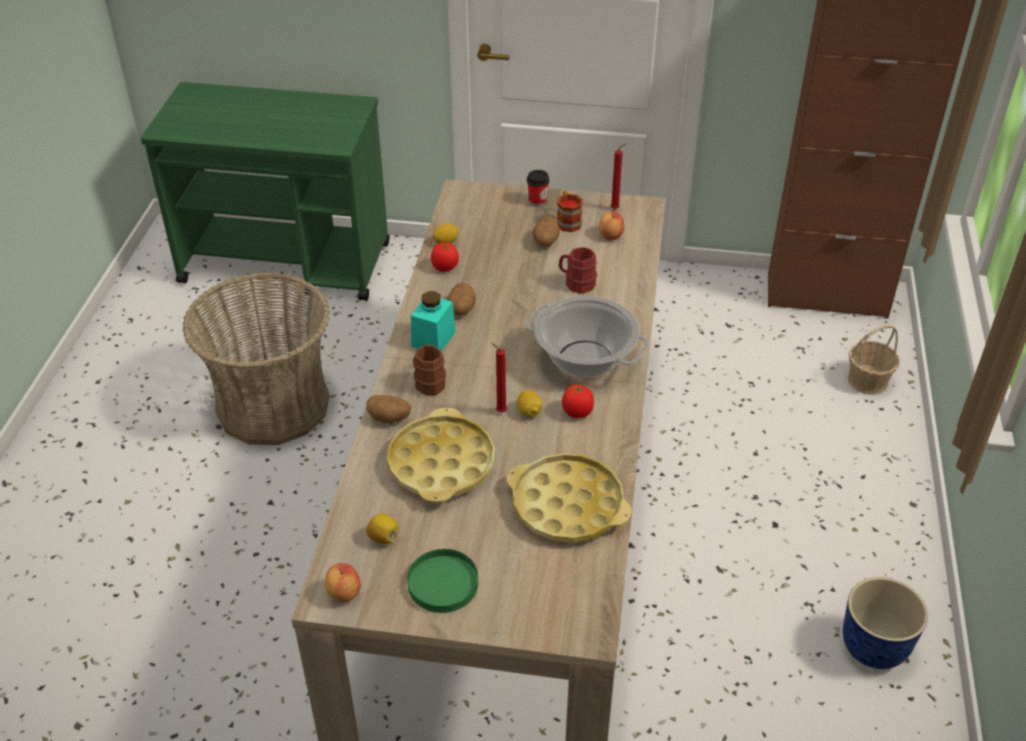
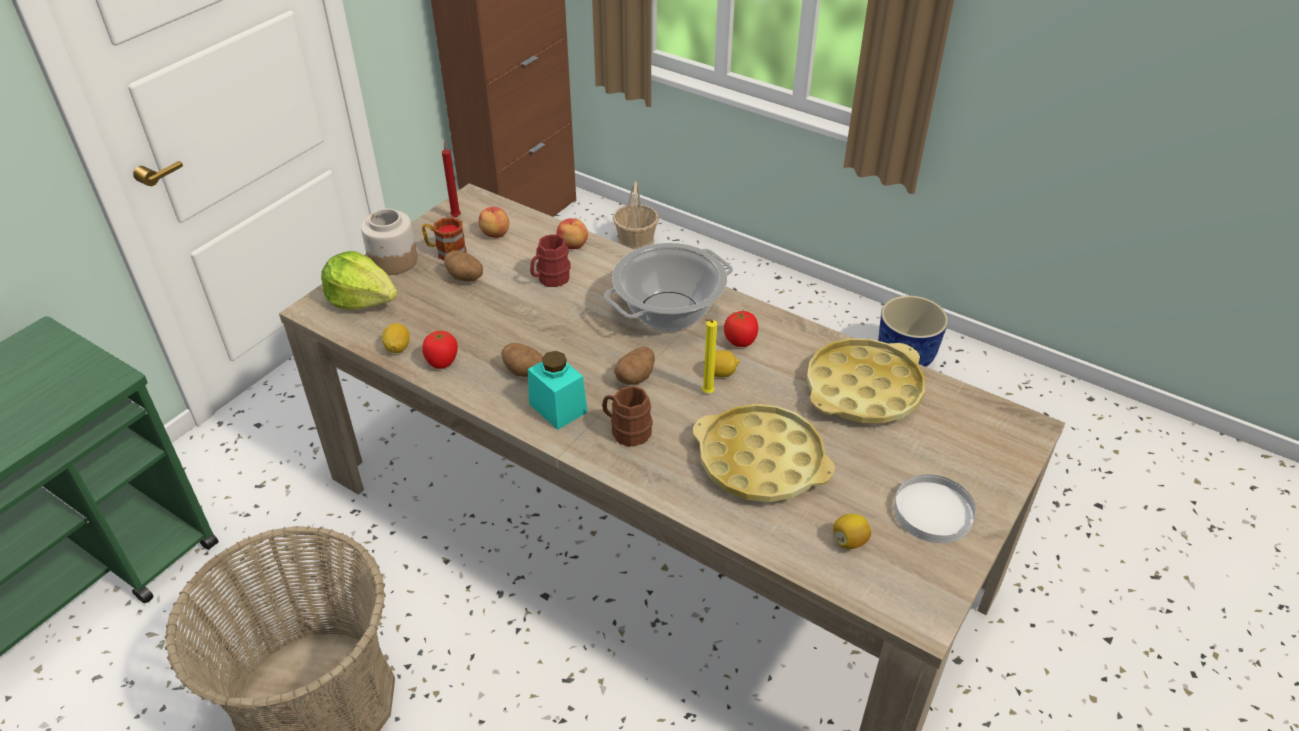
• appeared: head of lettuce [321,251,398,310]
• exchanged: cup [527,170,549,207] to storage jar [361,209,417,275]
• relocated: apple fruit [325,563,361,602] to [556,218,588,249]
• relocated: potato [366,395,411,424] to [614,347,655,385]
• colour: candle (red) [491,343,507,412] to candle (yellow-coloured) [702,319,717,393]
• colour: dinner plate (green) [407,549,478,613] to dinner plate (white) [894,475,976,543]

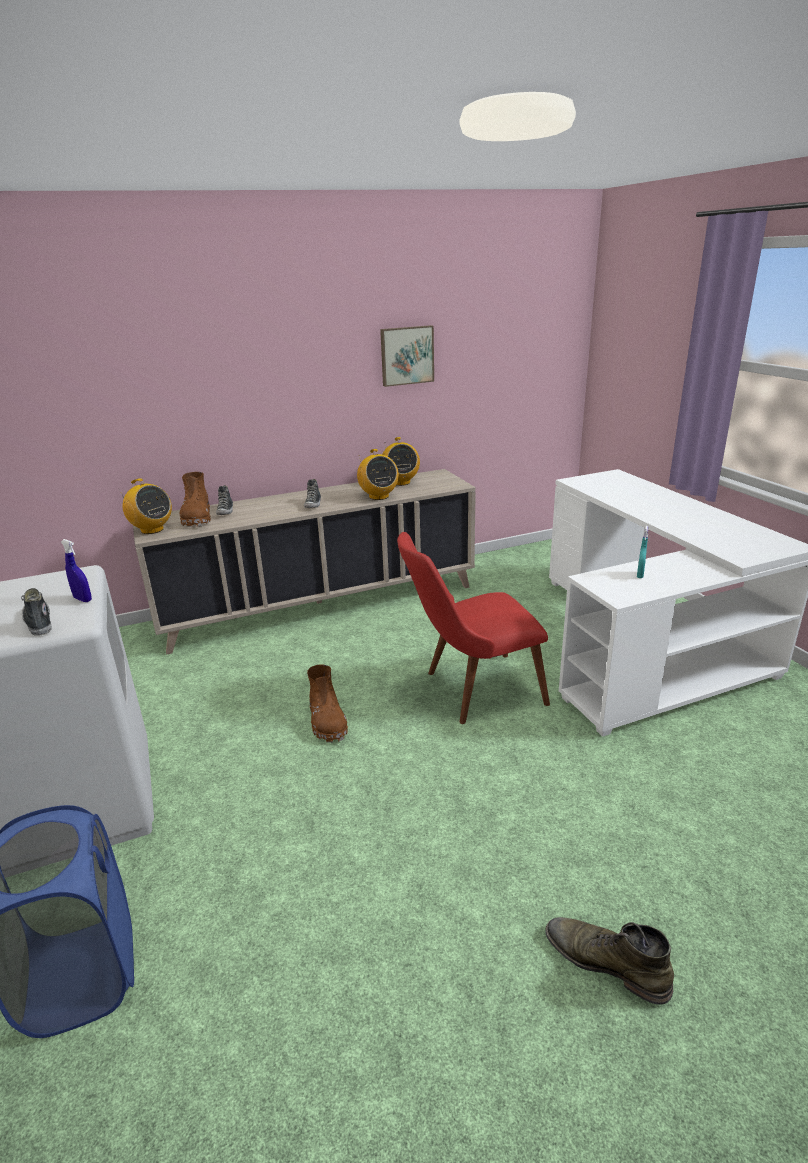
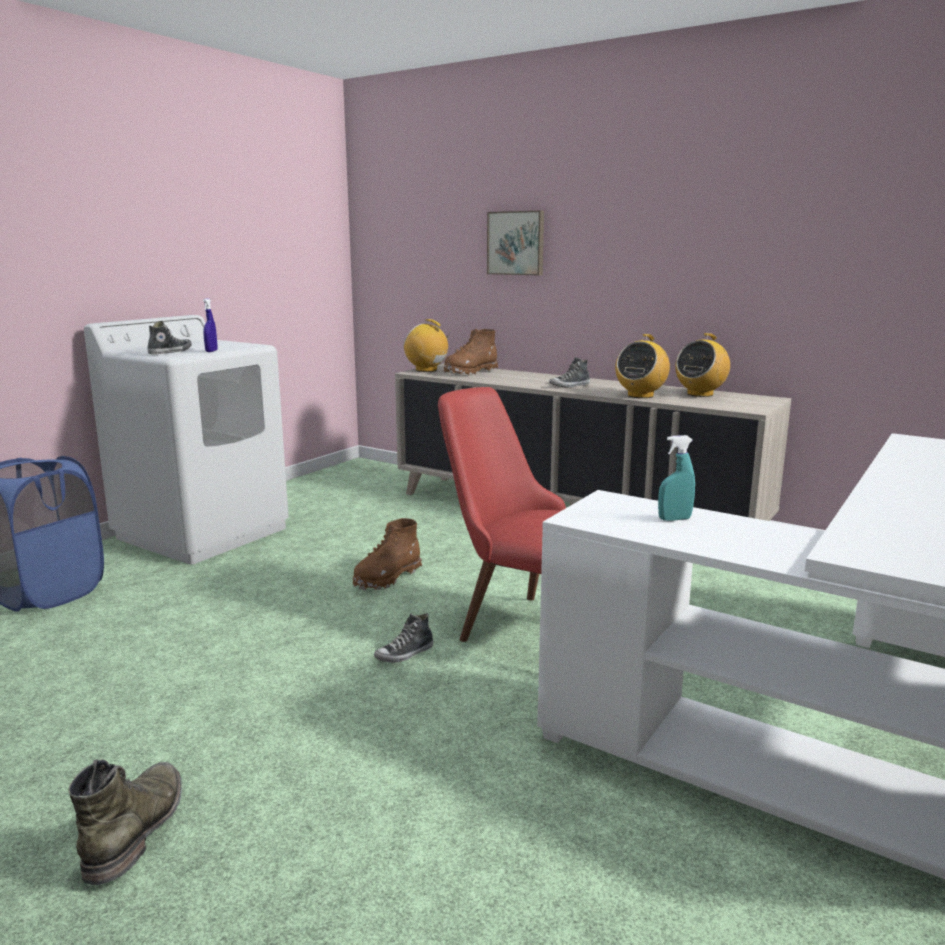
• relocated: item of footwear [216,485,233,515] to [374,613,433,662]
• spun: radio [118,478,172,534] = [404,319,452,372] 120 degrees clockwise
• relocated: wall picture [380,325,434,387] to [487,211,544,275]

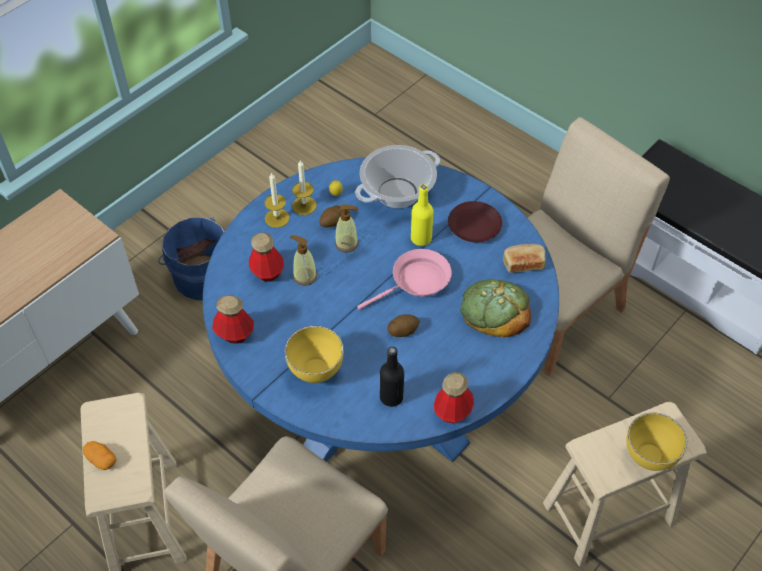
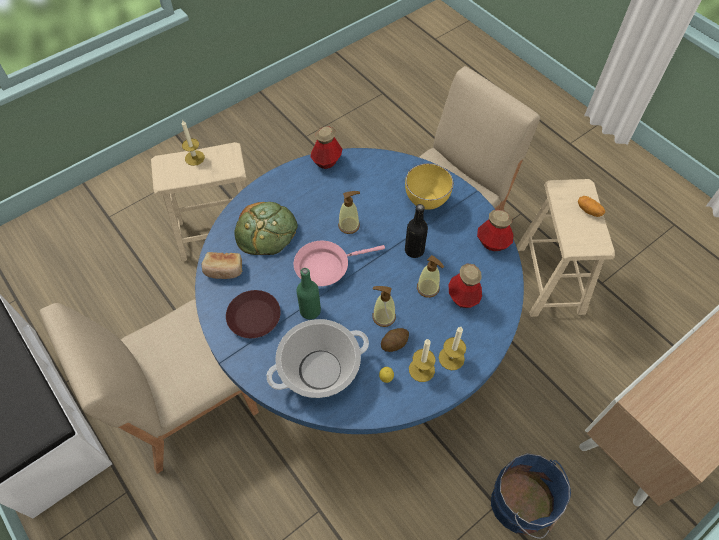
• exchanged: deep dish (yellow-coloured) [626,413,687,471] to candle [182,119,205,166]
• colour: beverage bottle (yellow-coloured) [411,184,433,246] to beverage bottle (green) [297,268,321,320]
• exchanged: potato [388,314,420,337] to soap dispenser [338,191,360,234]
• relocated: beverage bottle (black-coloured) [380,347,404,407] to [405,204,428,258]

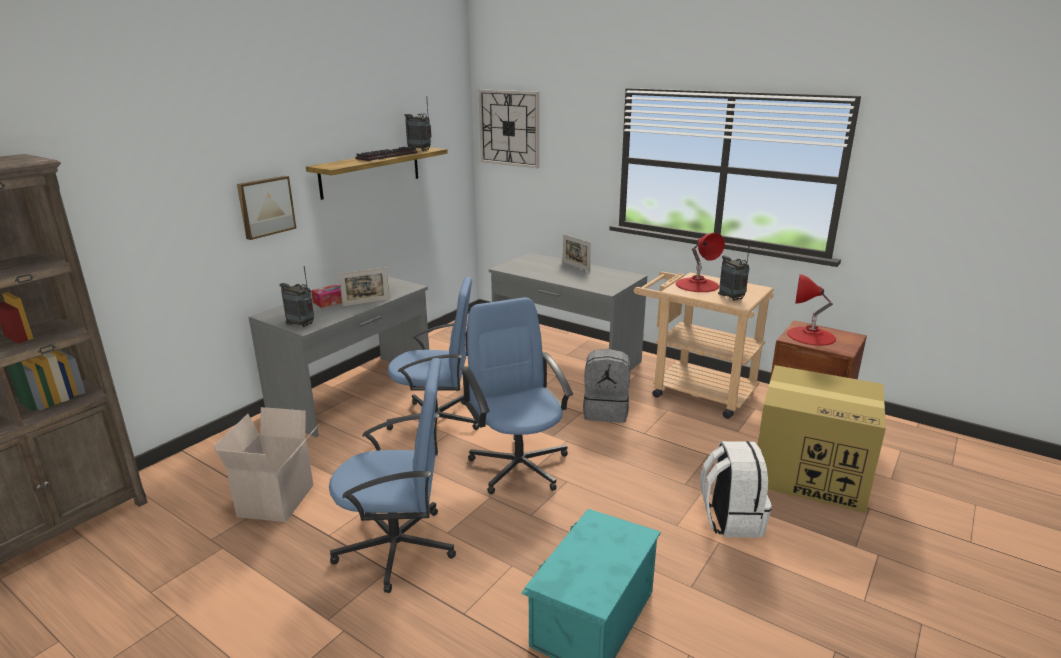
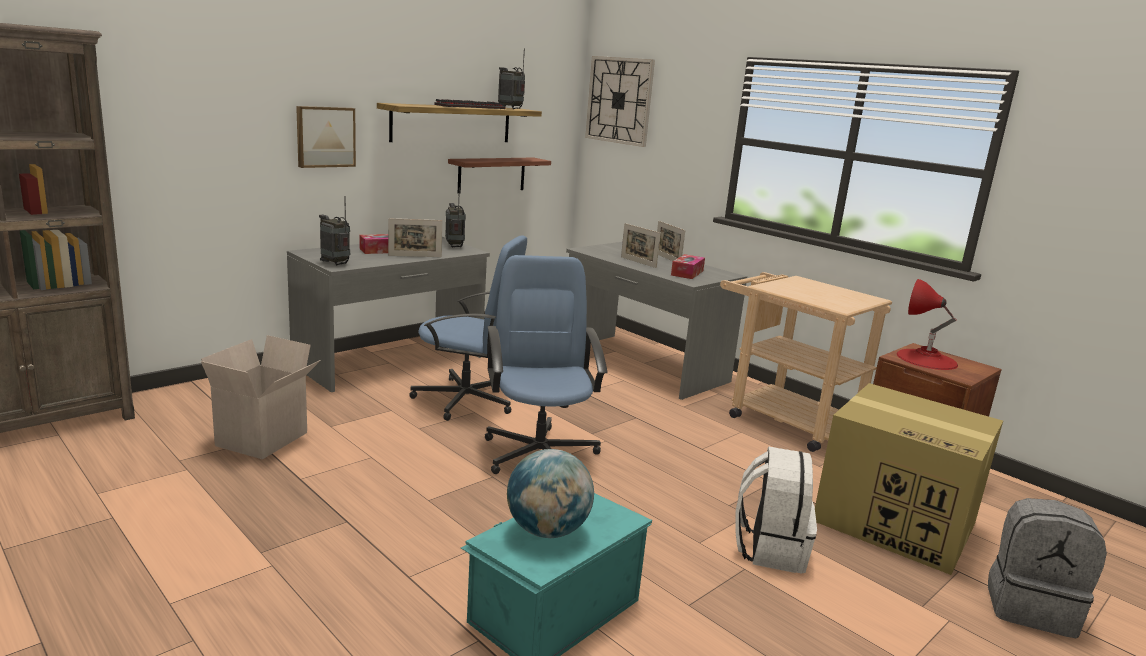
• relocated: radio [718,242,750,301] to [445,187,466,247]
• appeared: bracket shelf [448,158,551,194]
• appeared: world globe [507,449,594,538]
• appeared: standing frame [621,223,661,268]
• appeared: tissue holder [671,254,705,279]
• relocated: rucksack (greyish) [583,349,630,422] to [988,498,1107,639]
• missing: computer chair (bluish) [329,358,456,593]
• missing: tabletop lamp (red) [676,233,725,292]

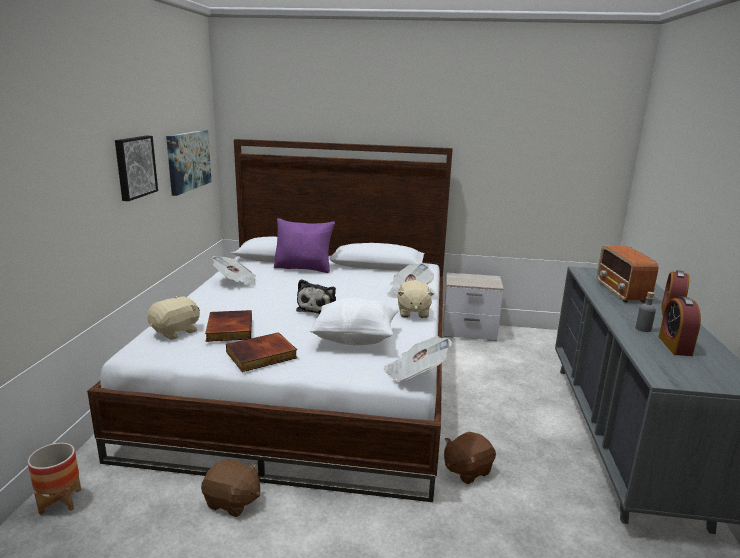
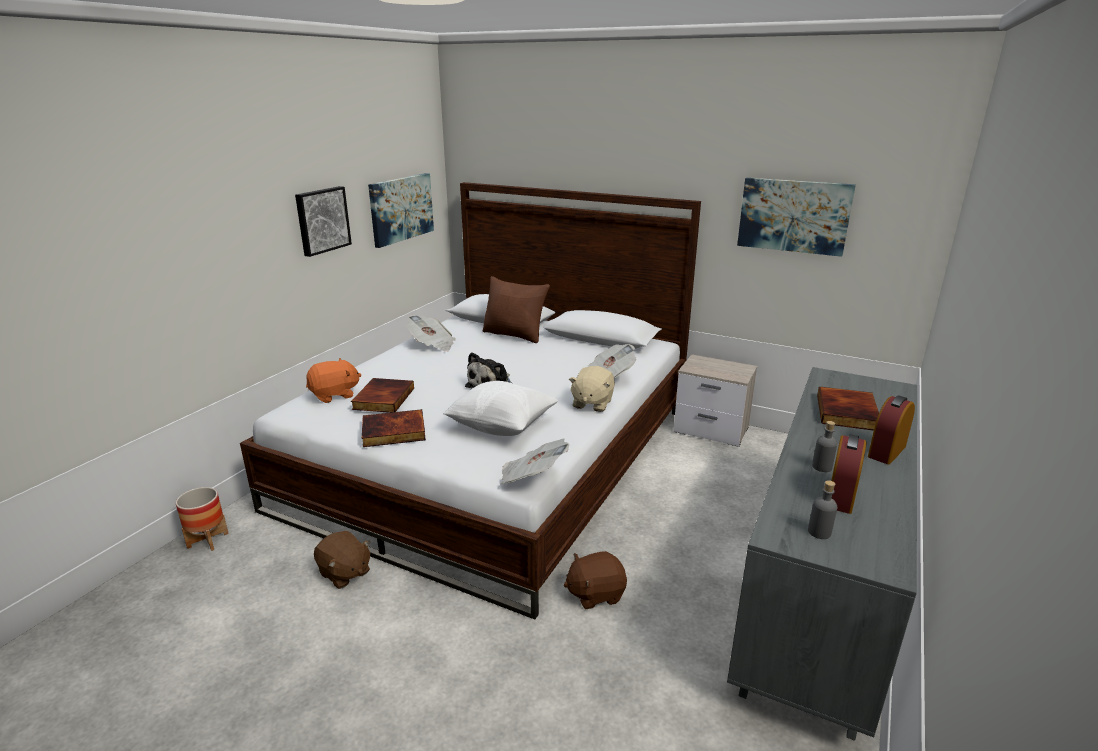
• colour: soft toy (beige-coloured) [148,296,200,340] to soft toy (orange-coloured) [306,358,361,403]
• colour: throw pillow (purple) [274,218,335,273] to throw pillow (brown-coloured) [483,276,550,343]
• appeared: wall picture [737,178,856,257]
• appeared: beverage bottle (greyish) [808,480,837,539]
• exchanged: radio [597,246,659,302] to book [817,386,879,431]

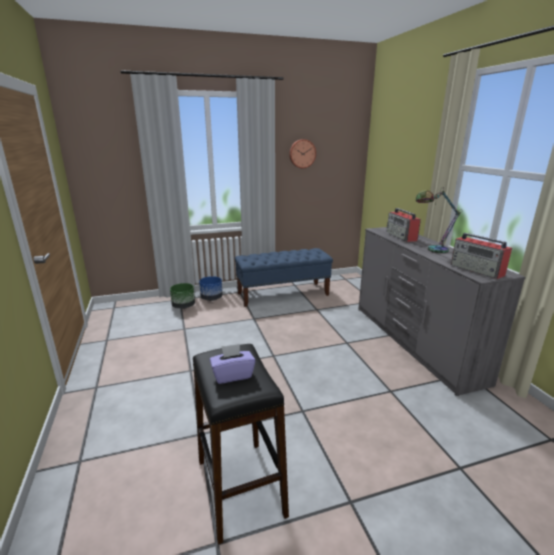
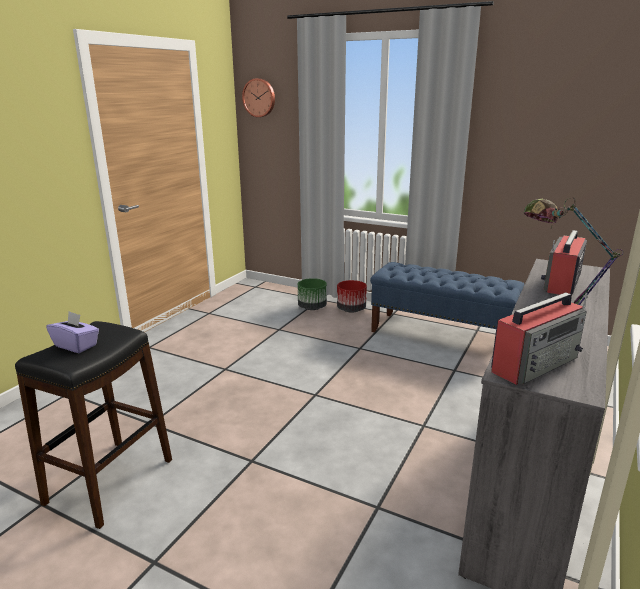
• relocated: wall clock [289,139,316,168] to [242,78,275,117]
• colour: flower pot (bluish) [199,276,223,301] to flower pot (red) [337,280,367,313]
• spun: radio [451,233,512,279] = [491,292,588,385] 135 degrees counterclockwise

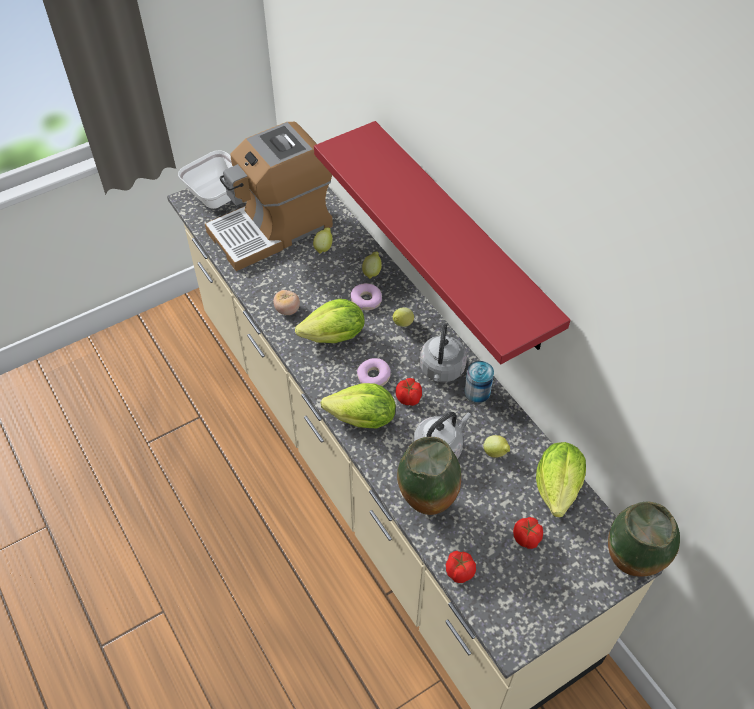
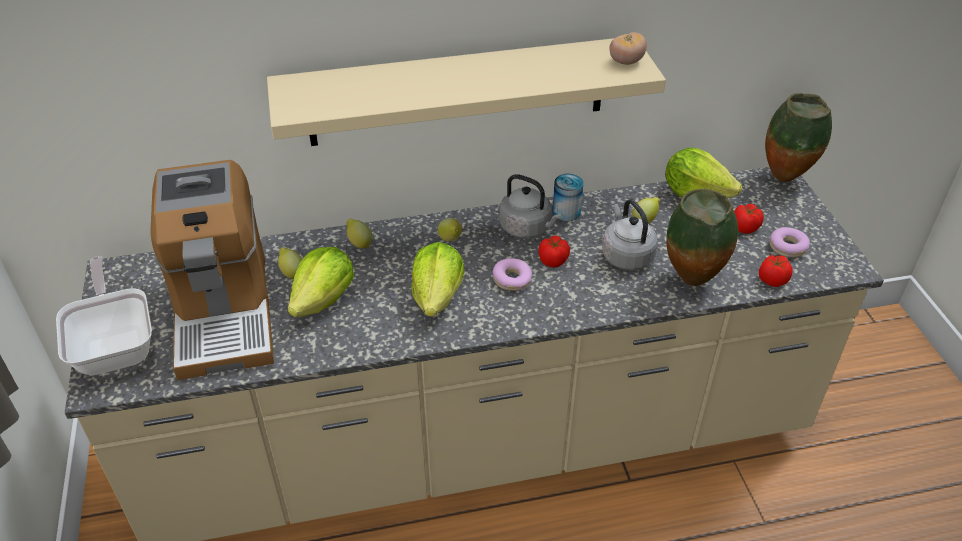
• colour: bracket shelf (red) [314,121,570,364] to bracket shelf (beige-coloured) [267,38,666,146]
• relocated: head of lettuce [321,383,396,428] to [288,247,354,317]
• relocated: tomato [273,290,300,315] to [609,32,647,65]
• relocated: ring doughnut [351,283,382,310] to [769,227,810,258]

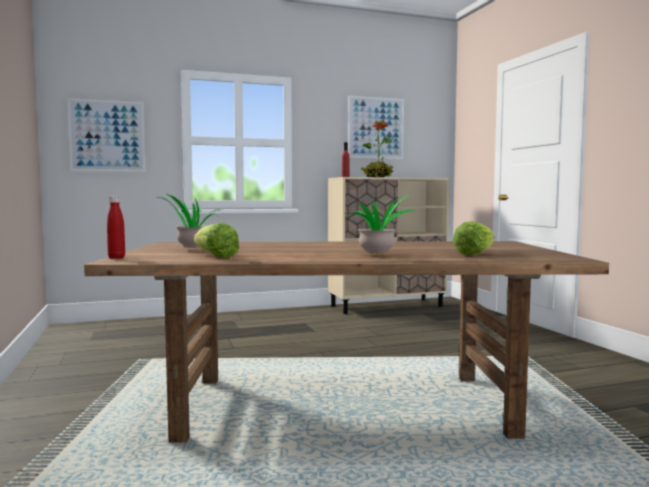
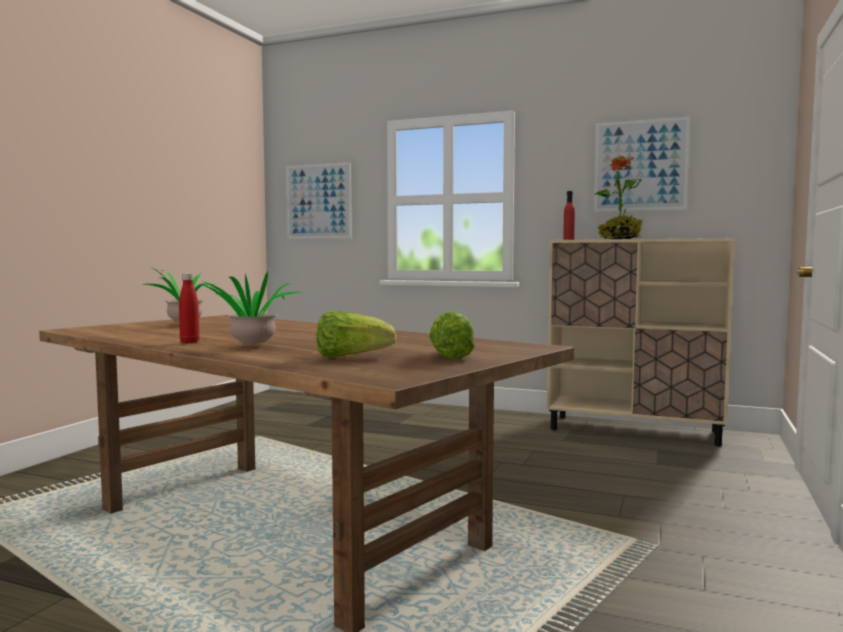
• relocated: beverage bottle (red) [107,197,125,259] to [179,273,199,343]
• relocated: head of lettuce [194,223,239,258] to [429,311,475,359]

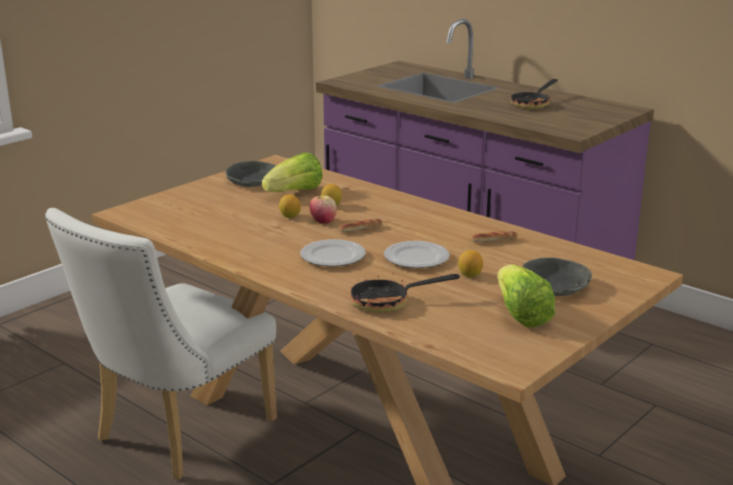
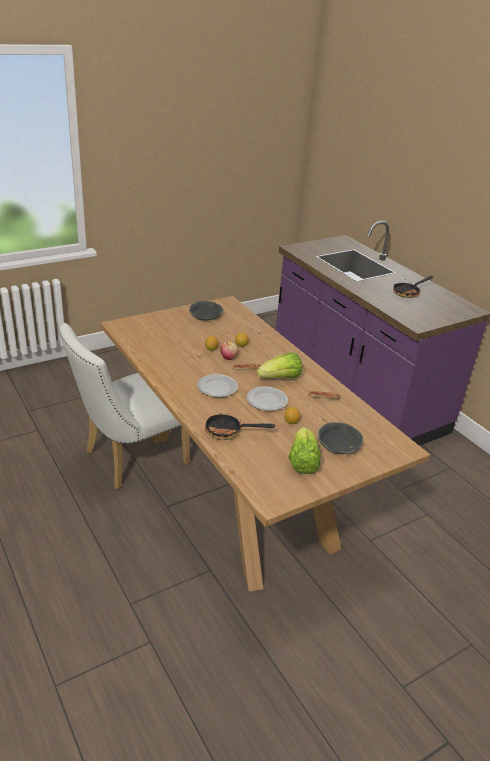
• relocated: head of lettuce [262,152,323,192] to [257,352,302,378]

